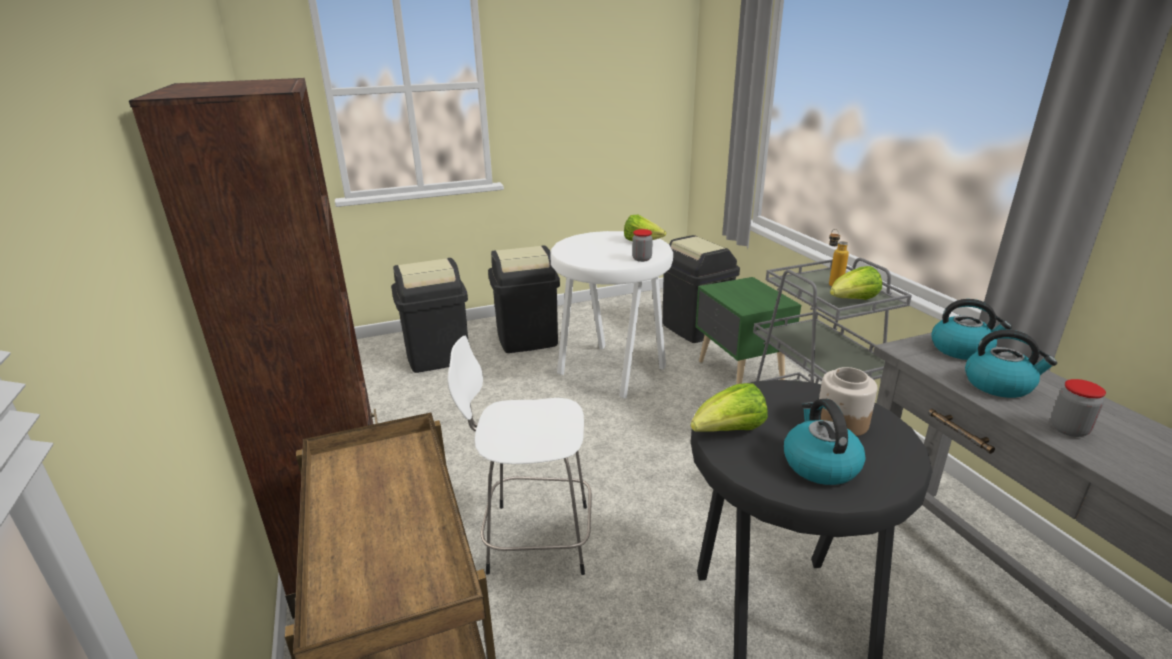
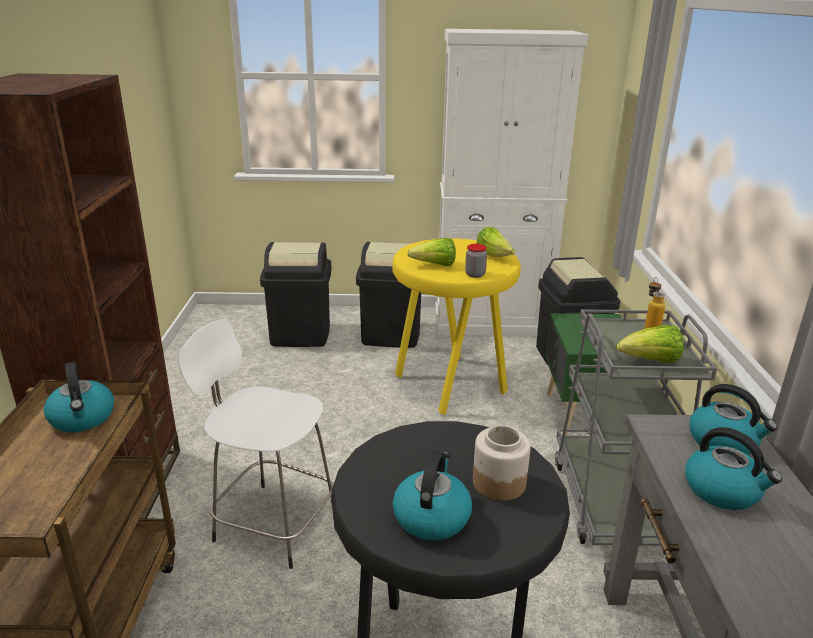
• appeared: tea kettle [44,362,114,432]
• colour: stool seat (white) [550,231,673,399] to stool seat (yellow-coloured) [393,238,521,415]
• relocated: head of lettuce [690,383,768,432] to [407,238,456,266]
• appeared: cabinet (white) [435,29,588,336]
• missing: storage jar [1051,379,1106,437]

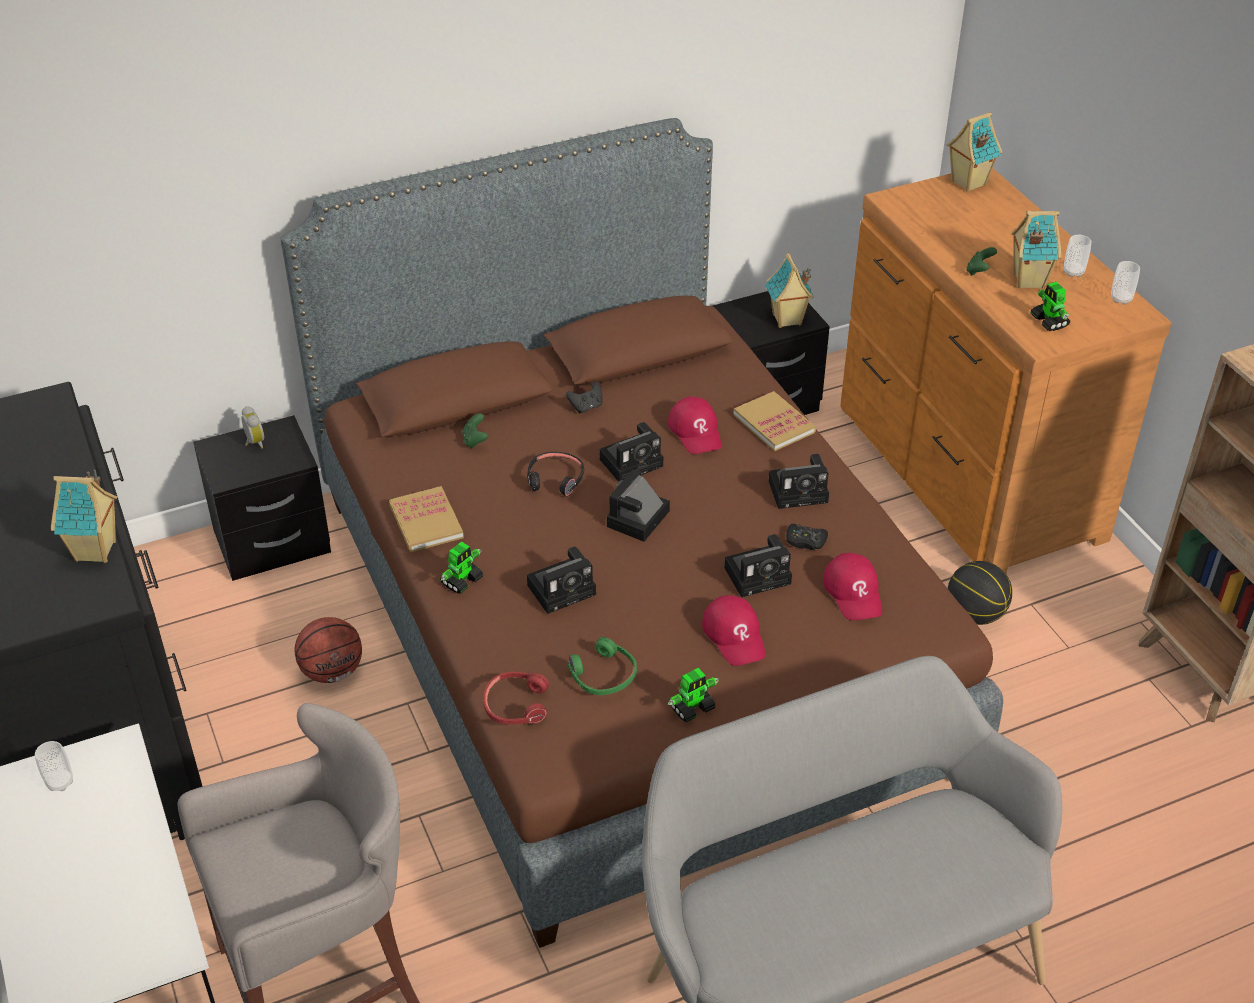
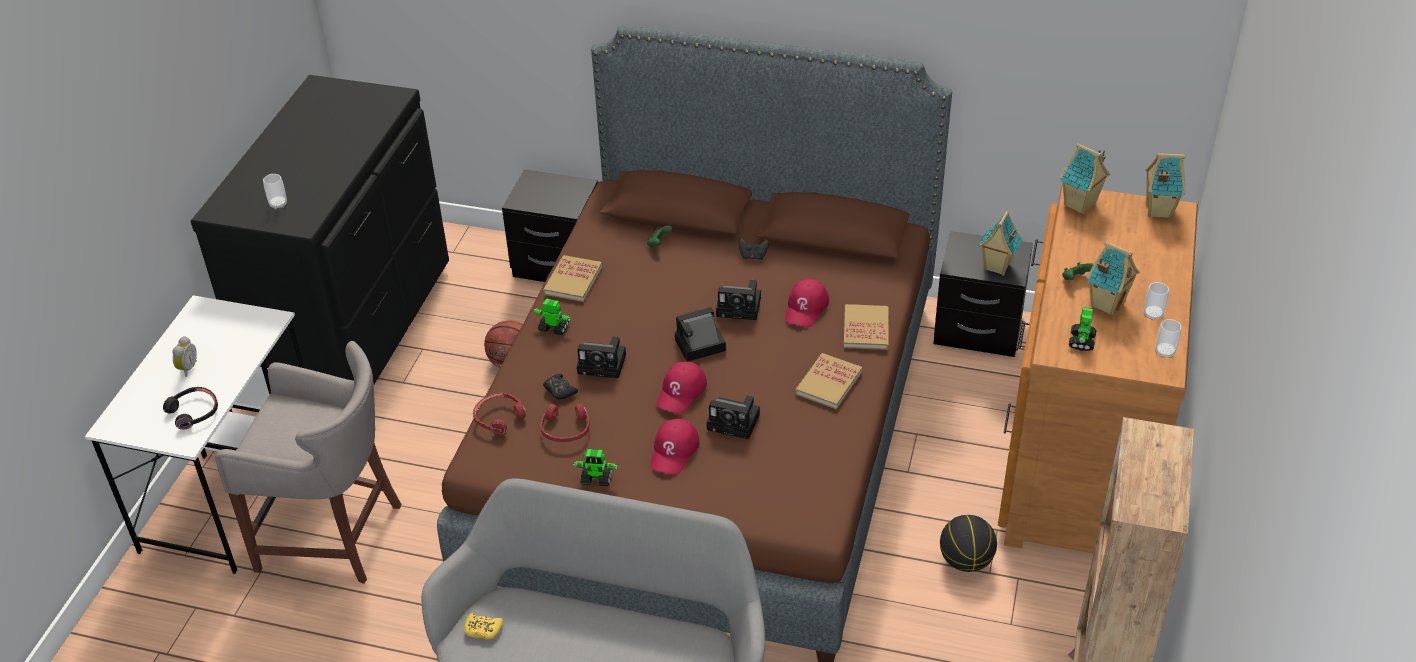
• relocated: headset (black-coloured) [527,452,584,497] to [163,387,218,430]
• relocated: alarm clock [241,406,264,449] to [172,336,197,377]
• relocated: cup [35,741,73,791] to [263,174,287,209]
• appeared: game controller (yellow-coloured) [464,613,503,640]
• spun: model robot [440,541,483,594] = [533,299,572,335] 150 degrees counterclockwise
• colour: headset (green) [567,637,637,695] to headset (red) [541,403,589,442]
• relocated: game controller (black-coloured) [786,524,828,550] to [543,374,578,399]
• relocated: cap (red) [823,553,882,621] to [656,361,707,414]
• exchanged: photo camera [769,454,829,509] to book [795,353,862,410]
• relocated: miniature house [51,469,117,563] to [1059,143,1110,214]

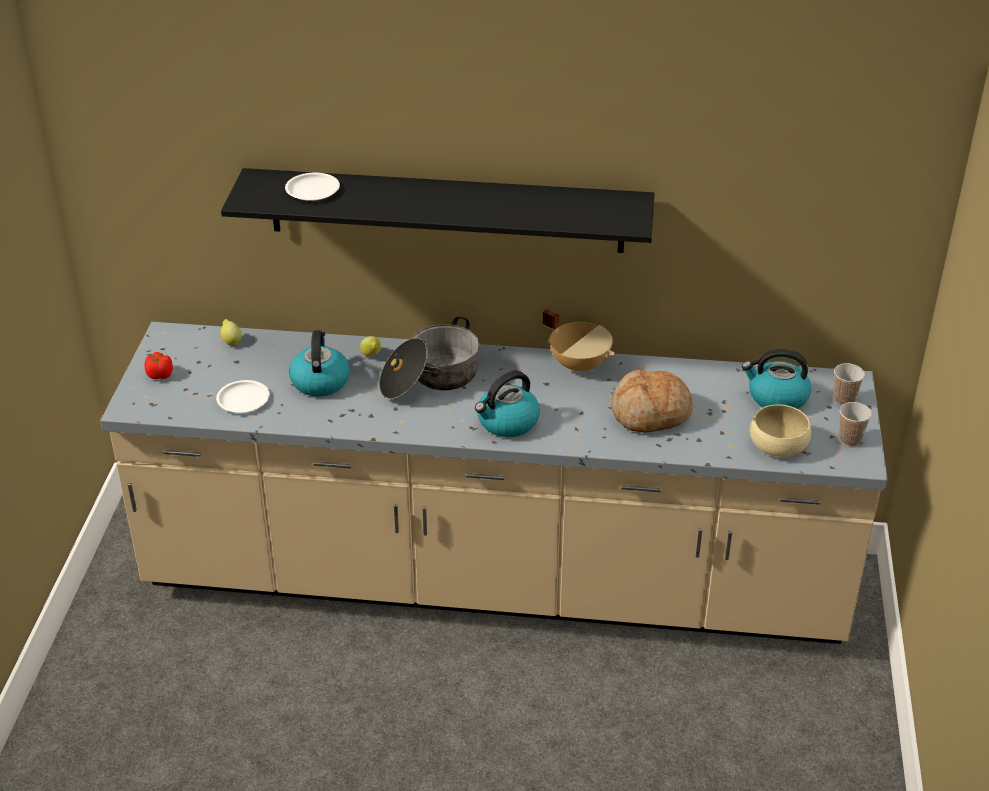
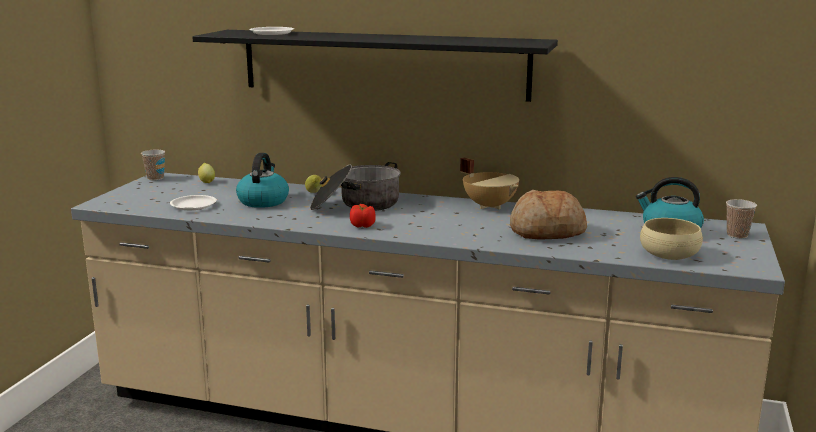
• relocated: cup [839,402,872,446] to [141,150,165,180]
• relocated: tomato [145,352,173,379] to [350,204,376,228]
• missing: tea kettle [475,371,540,437]

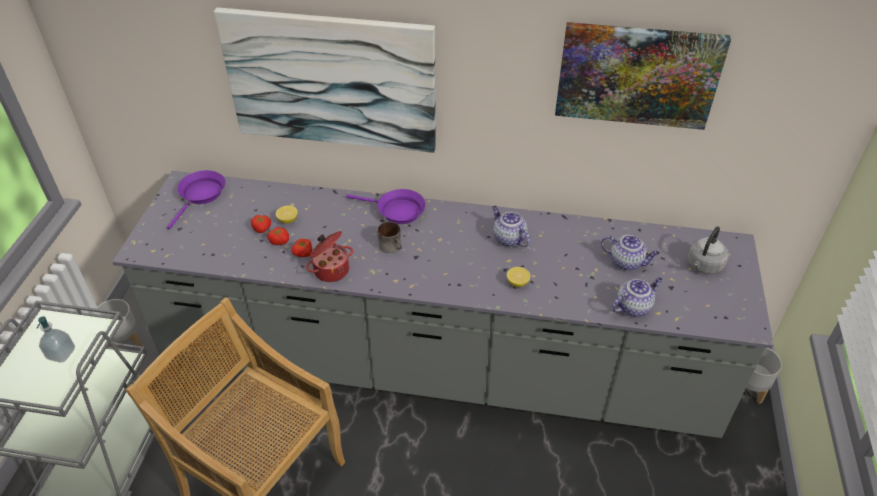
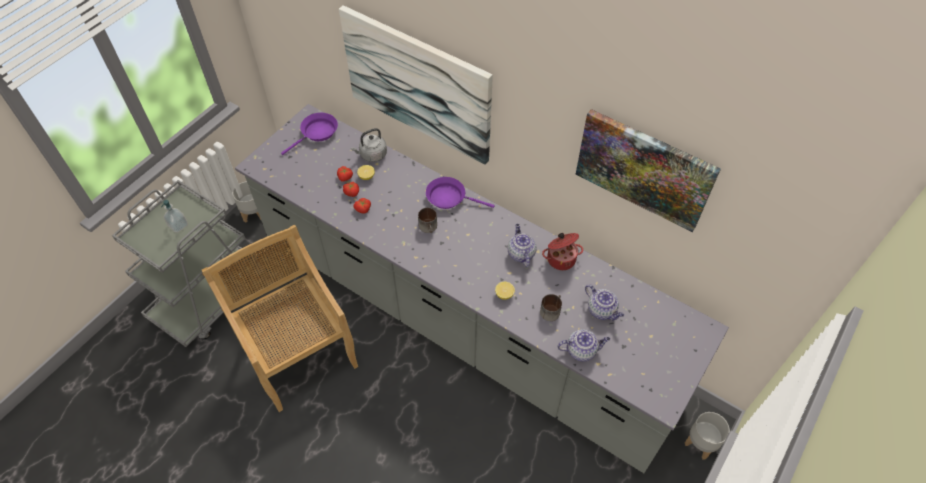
• relocated: tea kettle (greyish) [688,226,729,274] to [351,128,387,162]
• spun: pan (purple) [346,189,425,224] = [426,177,495,209] 150 degrees clockwise
• appeared: coffee mug [540,294,562,321]
• relocated: saucepot [306,231,353,282] to [542,233,583,270]

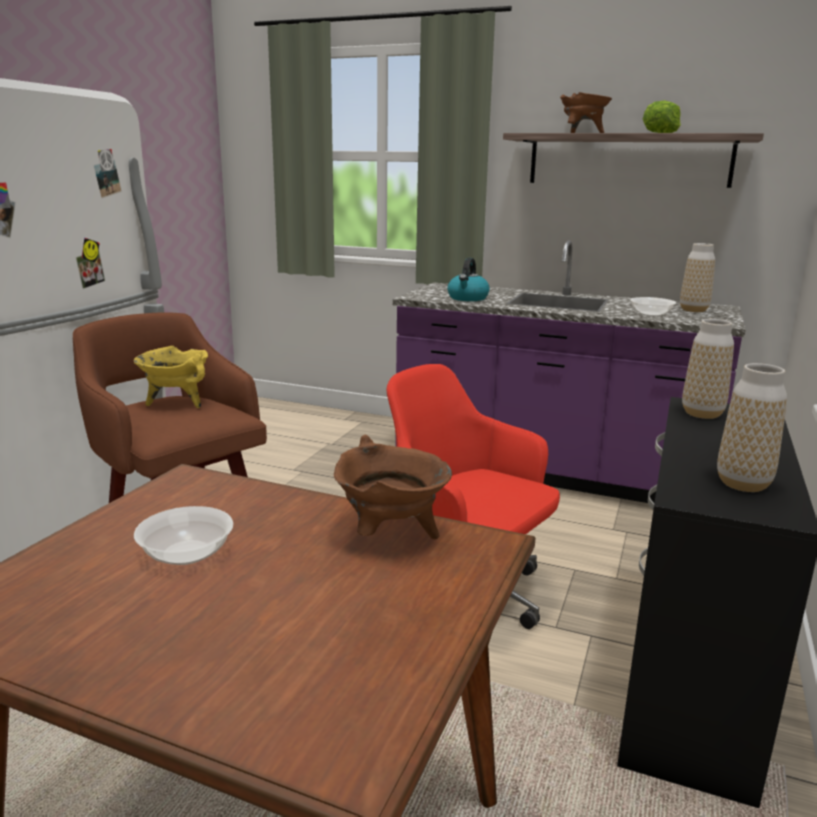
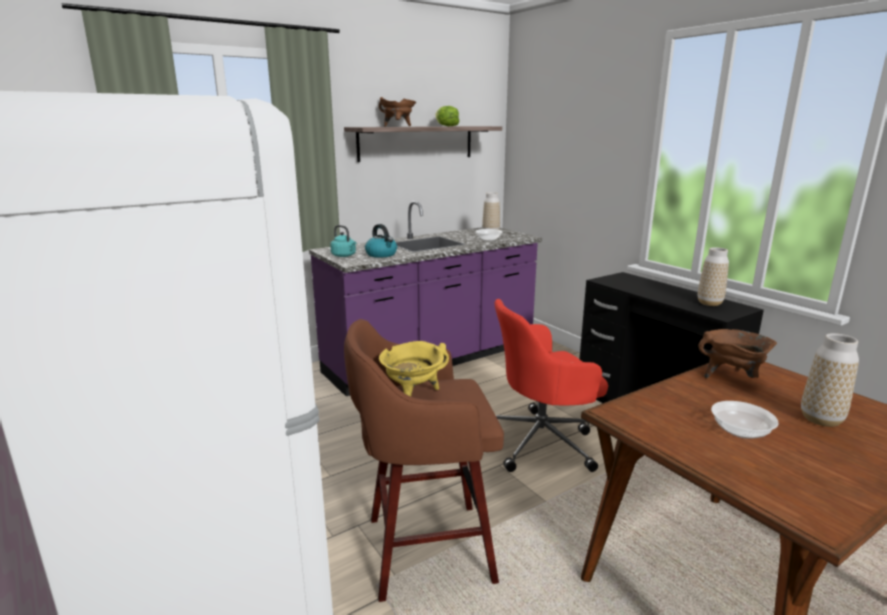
• appeared: tea kettle (blue-green) [330,225,356,257]
• relocated: decorative vase [682,319,734,419] to [801,333,859,427]

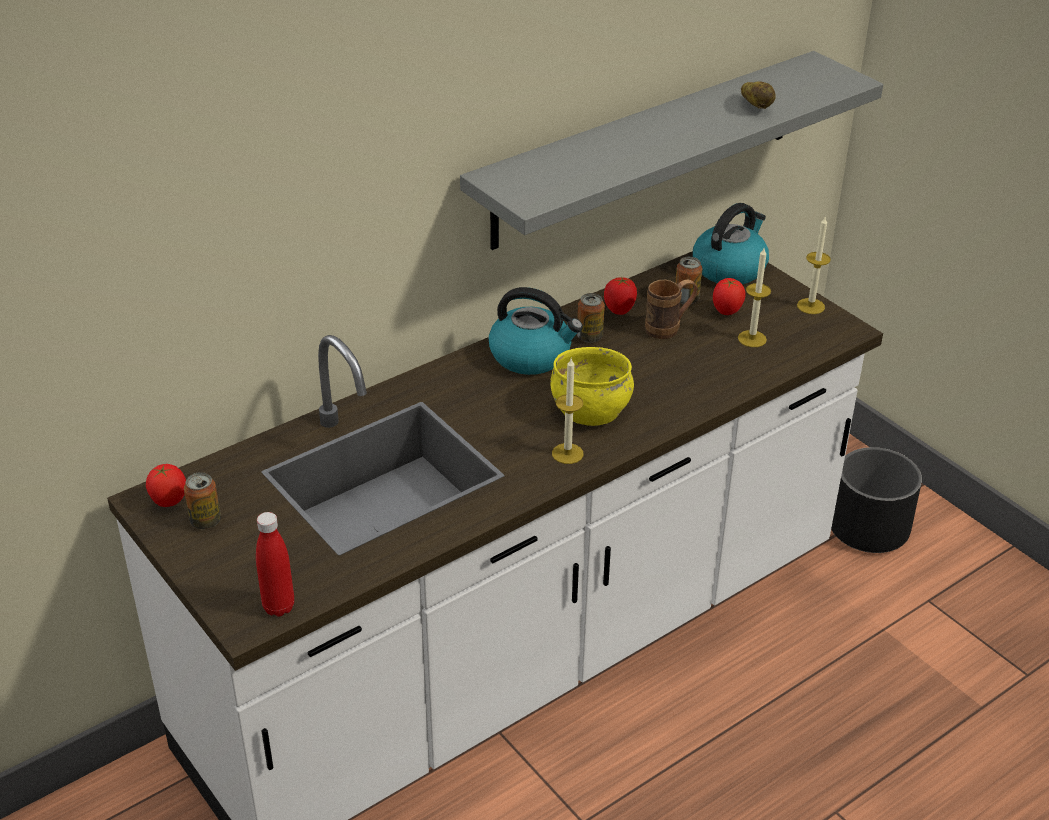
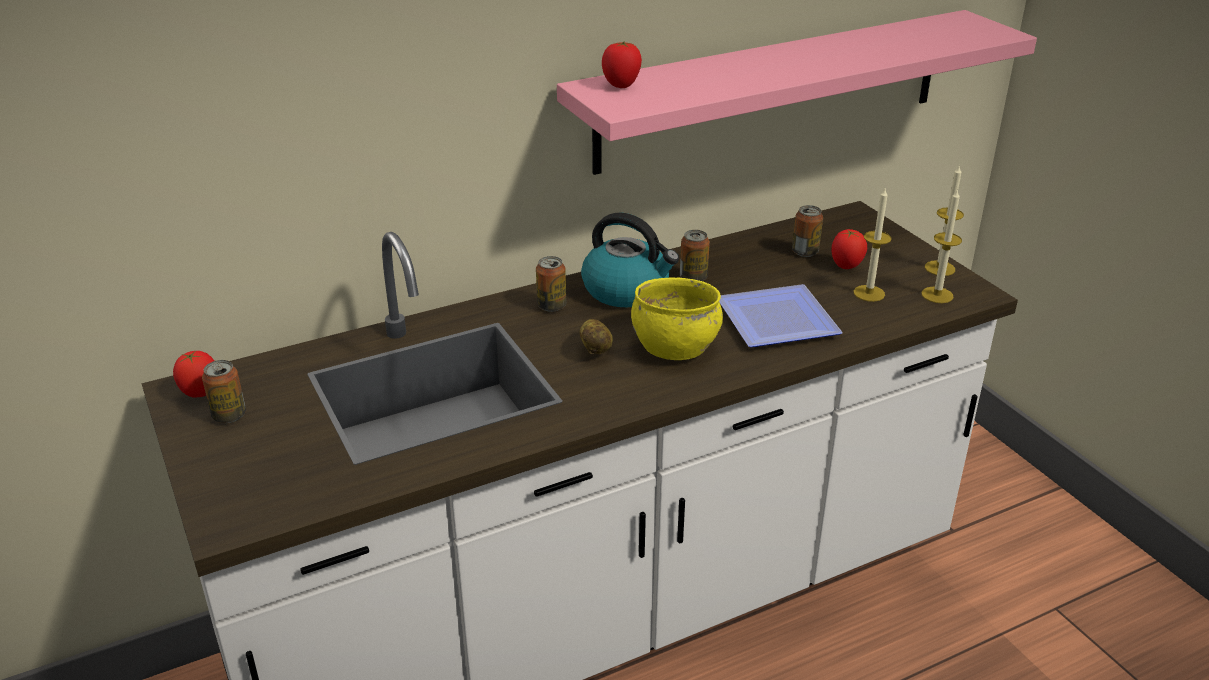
• appeared: can [536,256,566,312]
• colour: bracket shelf (greyish) [460,51,883,250] to bracket shelf (pink) [557,10,1037,175]
• relocated: potato [741,81,776,109] to [580,319,613,354]
• relocated: tomato [604,277,637,315] to [602,41,642,88]
• appeared: dinner plate [719,284,843,347]
• relocated: candle [552,358,584,464] to [921,188,962,303]
• missing: beverage bottle (red) [256,512,294,617]
• missing: coffee mug (brown-coloured) [645,280,698,339]
• missing: tea kettle [693,203,769,284]
• missing: flower pot (black-coloured) [831,447,922,553]

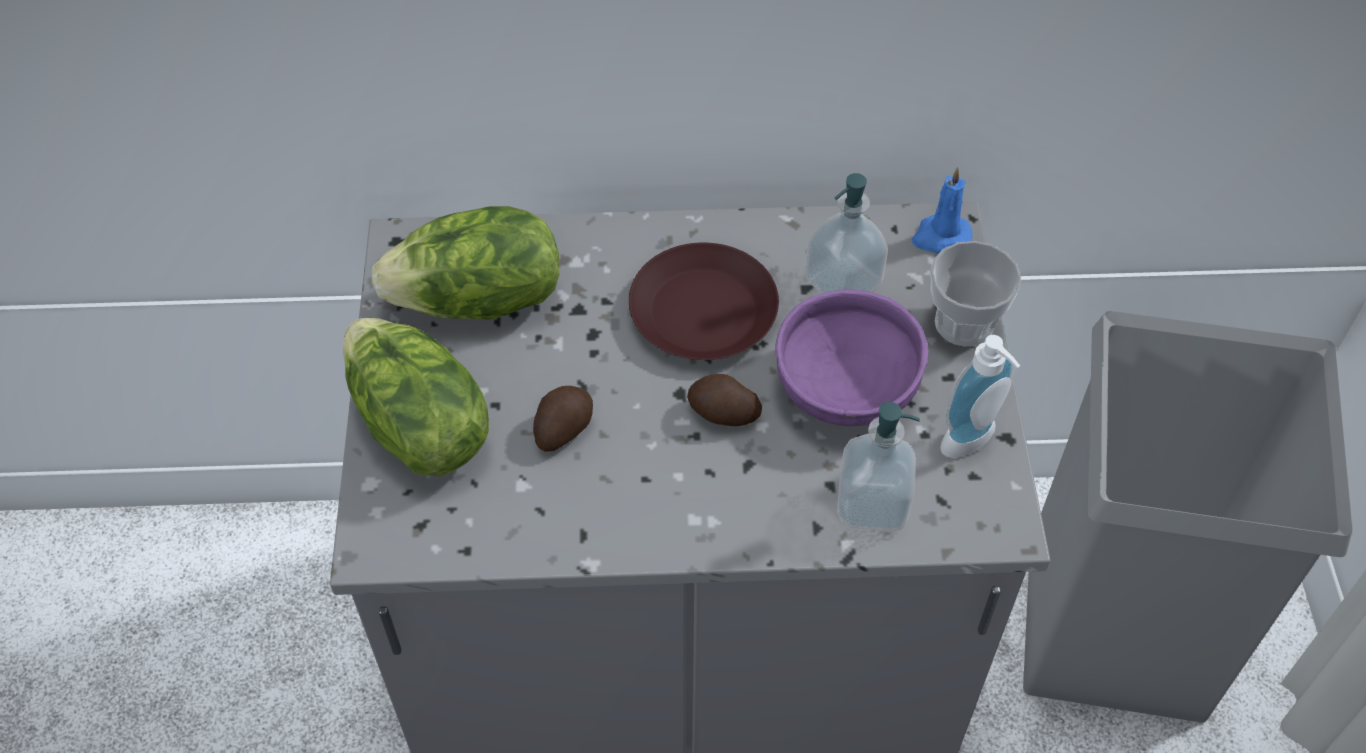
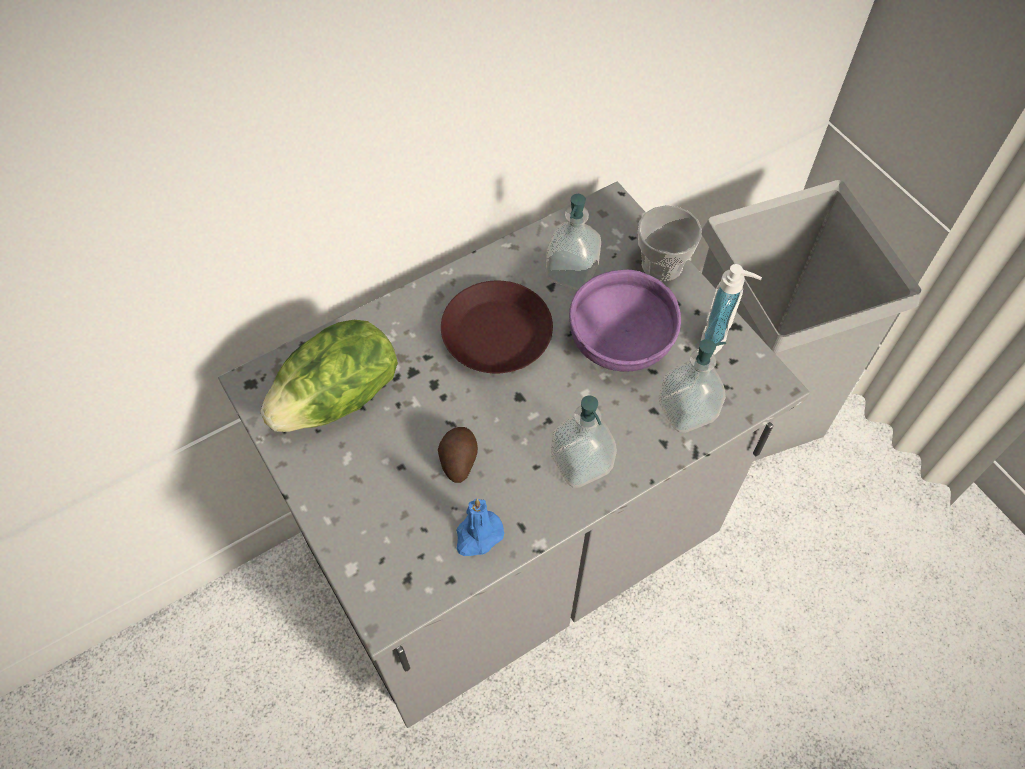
• relocated: candle (bluish) [912,167,972,253] to [456,498,504,556]
• appeared: soap dispenser [551,395,617,488]
• missing: head of lettuce [343,318,489,476]
• missing: potato [687,374,762,426]

